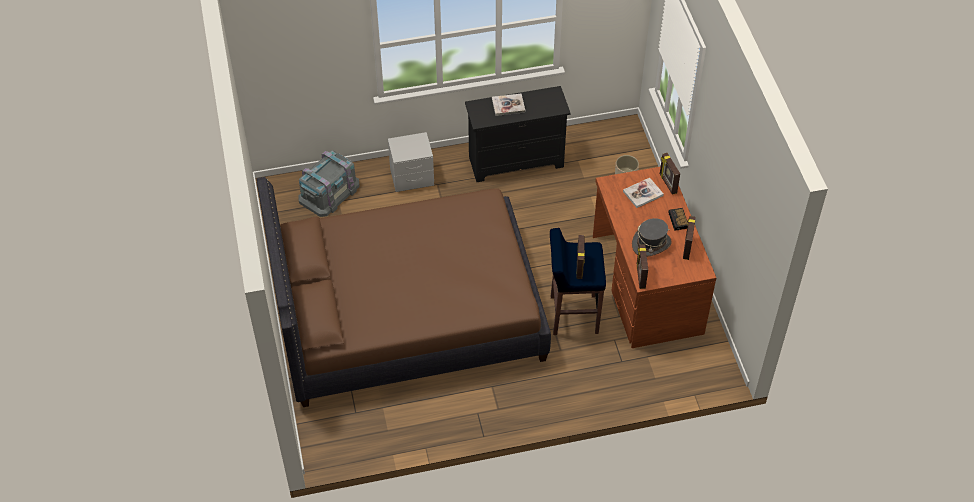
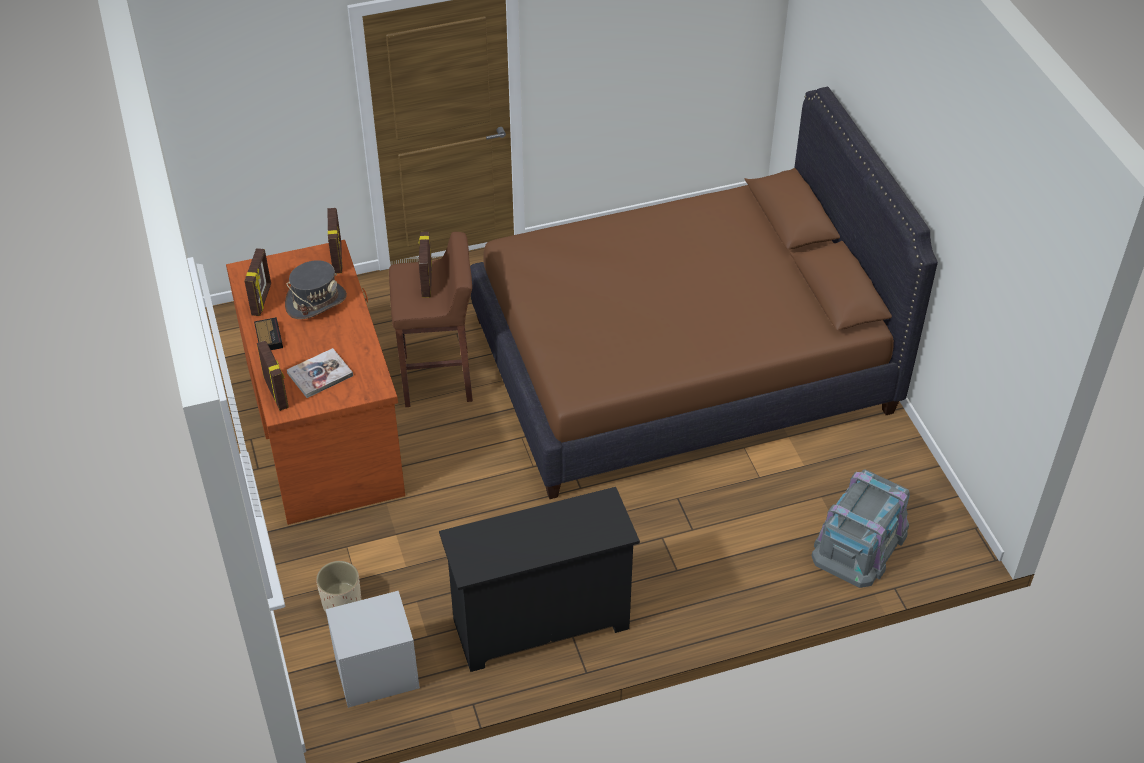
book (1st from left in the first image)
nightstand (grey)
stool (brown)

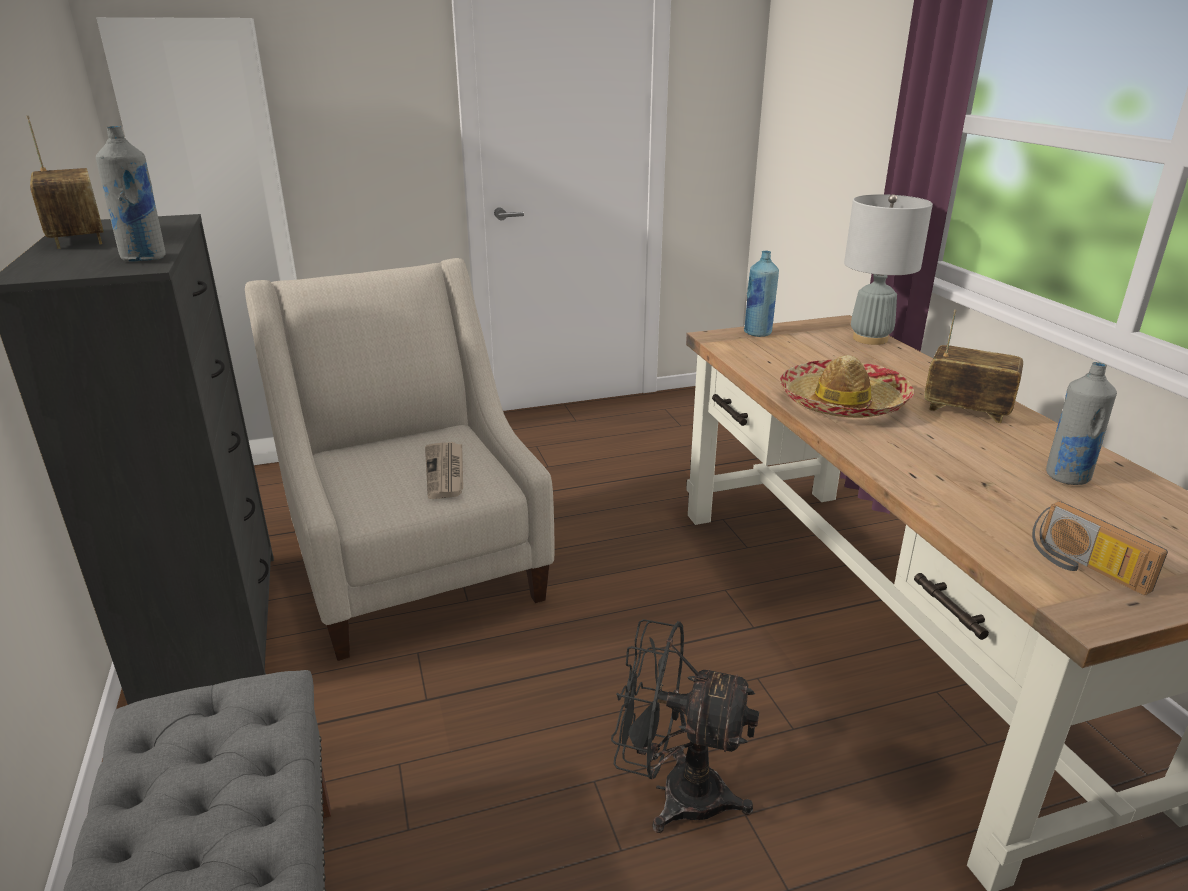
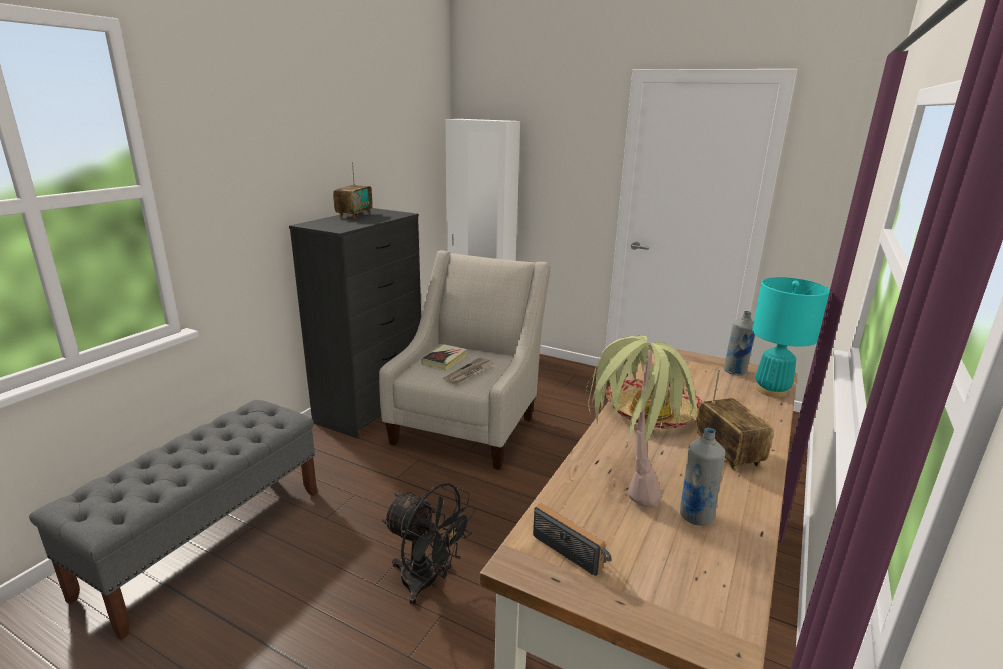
bottle (grey) (2nd from left)
table lamp (turquoise)
bottle (blue)
radio (2nd from left)
fan (black)
potted plant
book

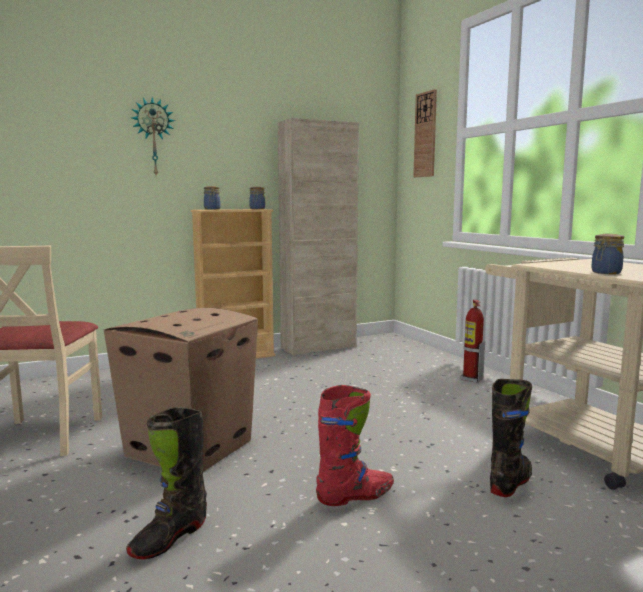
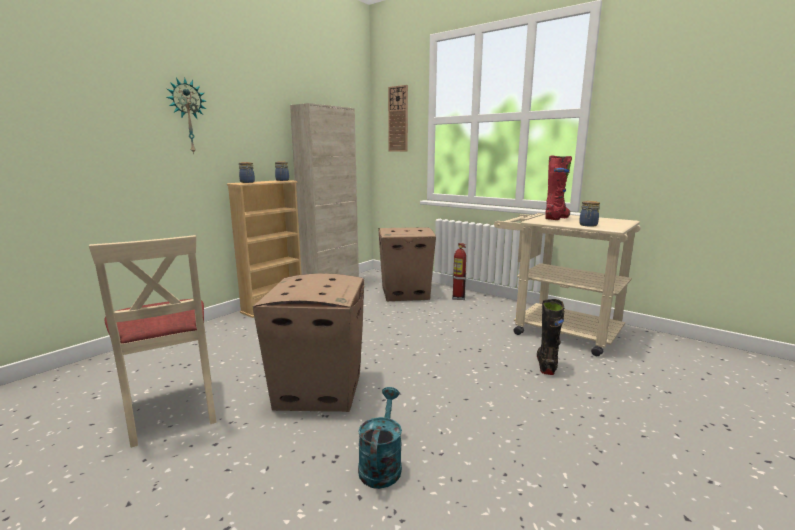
boot (red)
watering can (turquoise)
cardboard box (2nd from left)

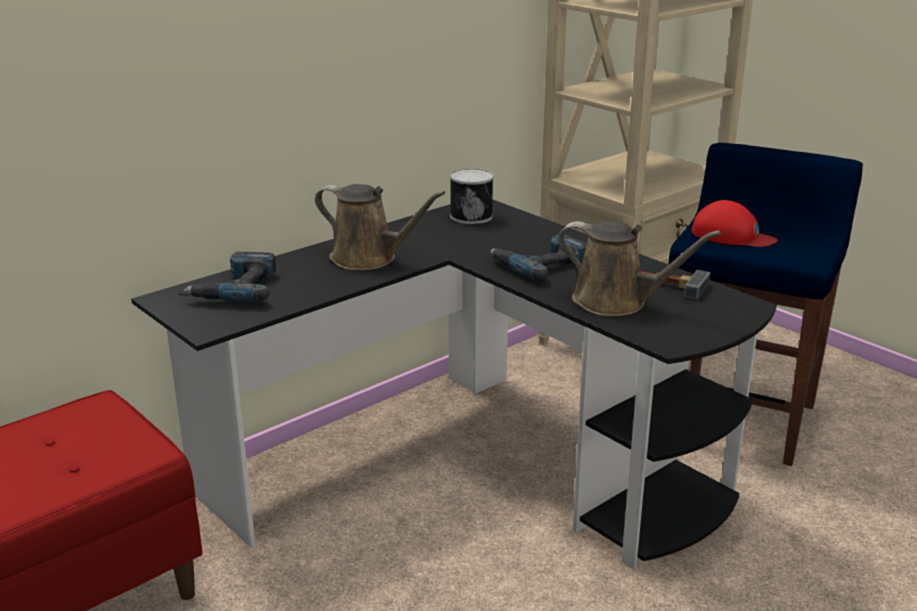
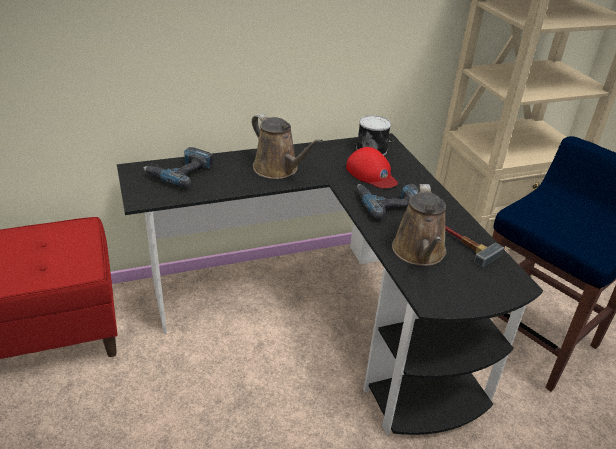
cap (red)
watering can (brown) (2nd from left)

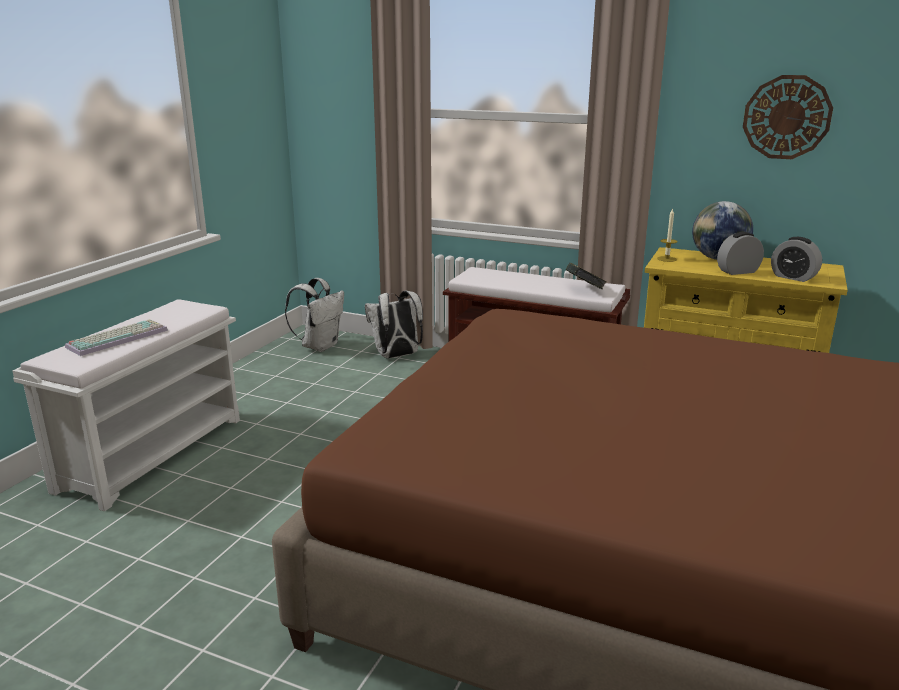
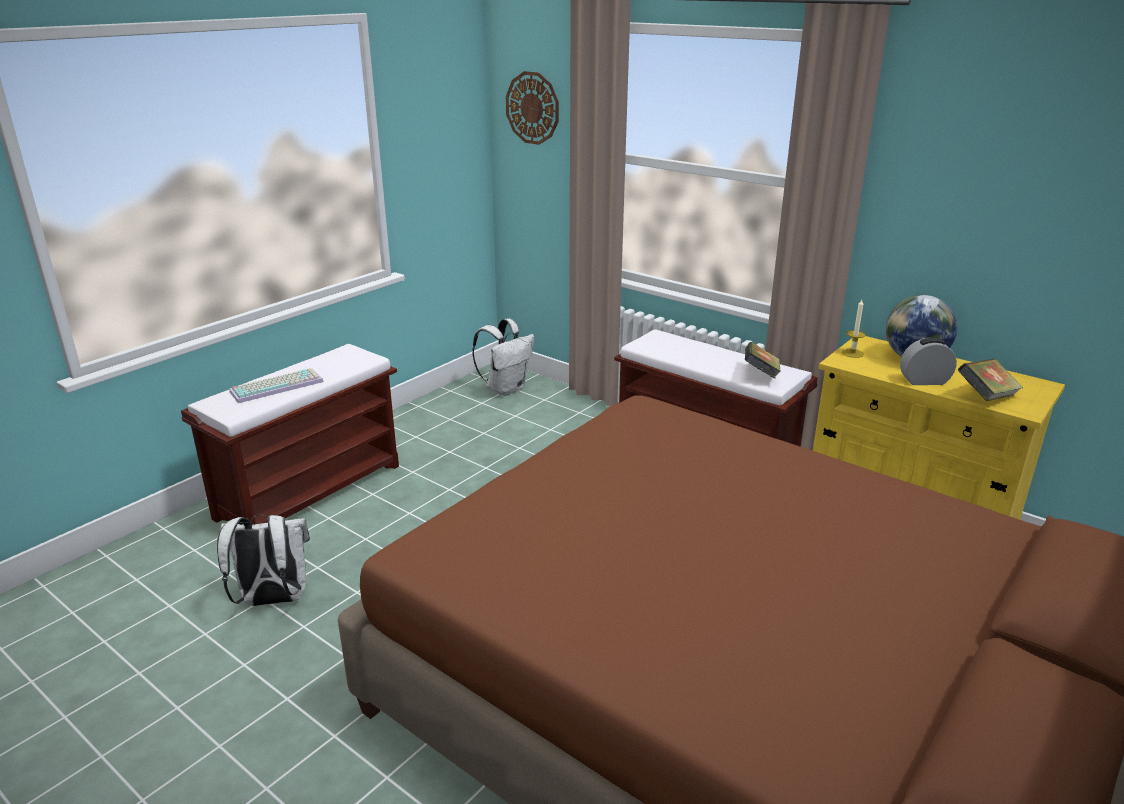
wall clock
book (2nd from left)
backpack (white) (1st from left)
bench (brown) (1st from left)

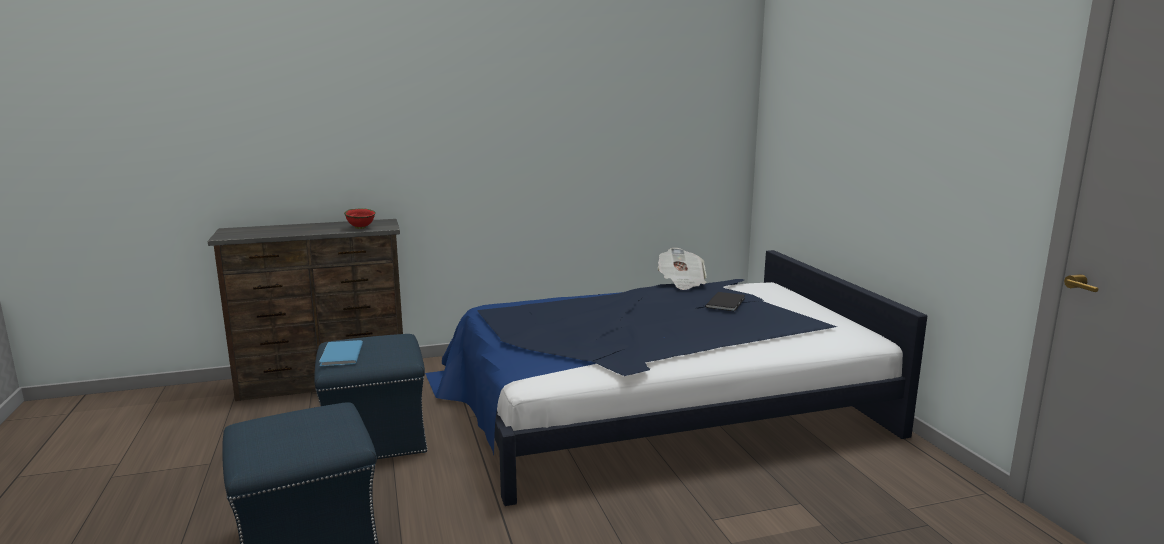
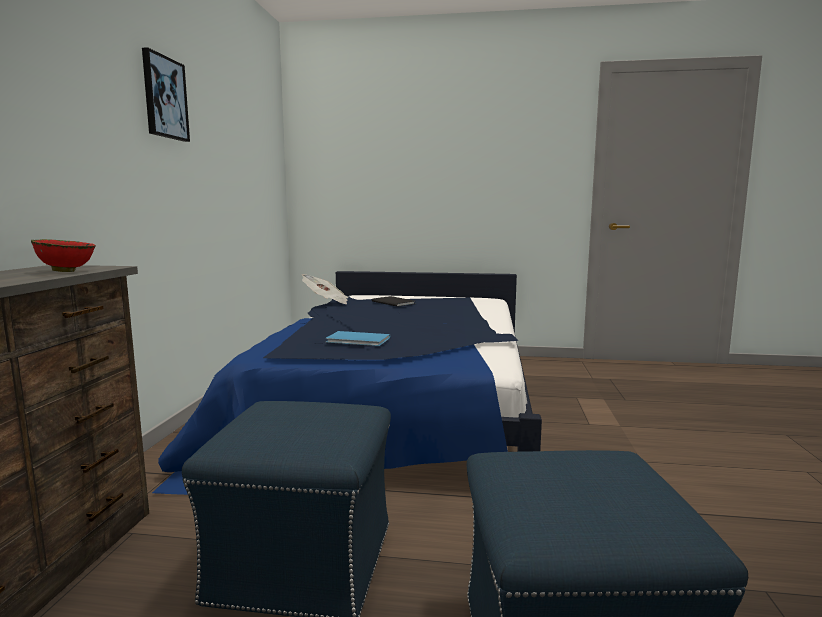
book (blue)
picture

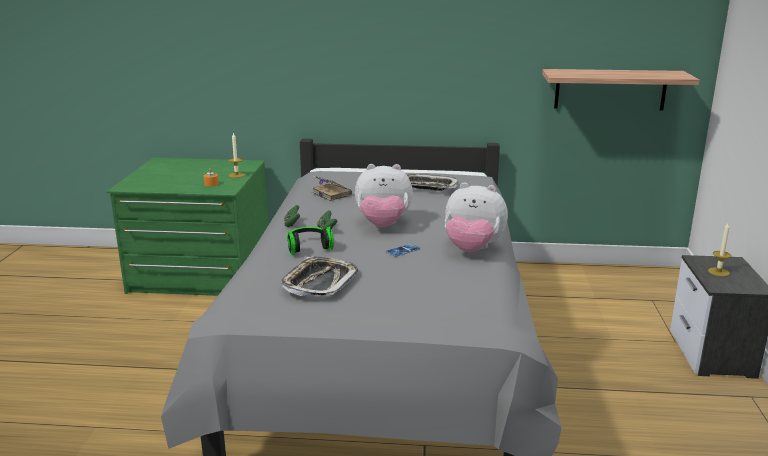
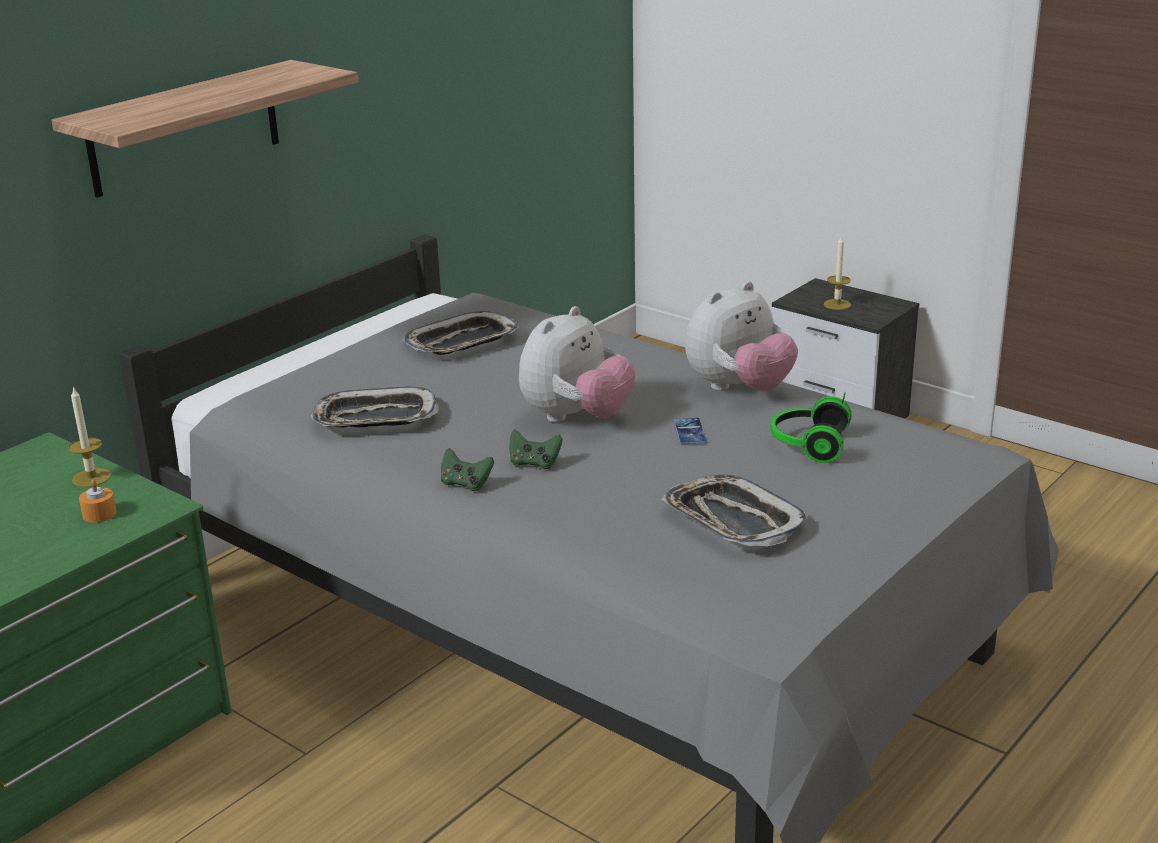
shelf
tray (1st from left)
headphones

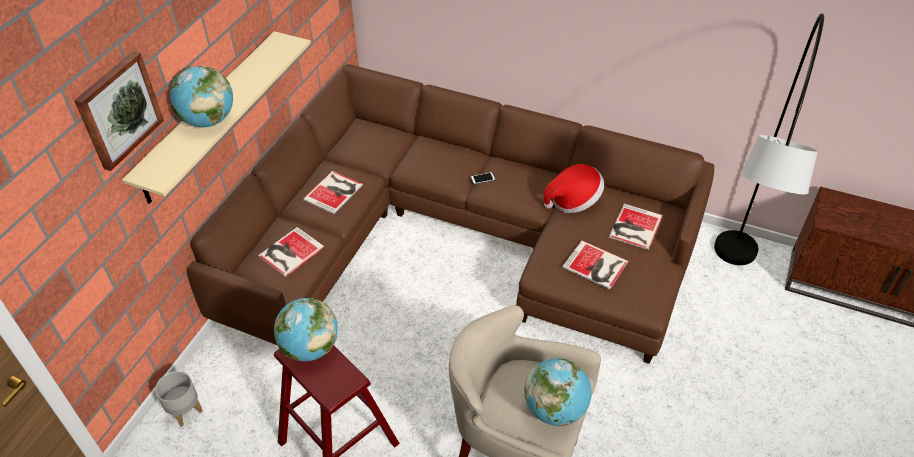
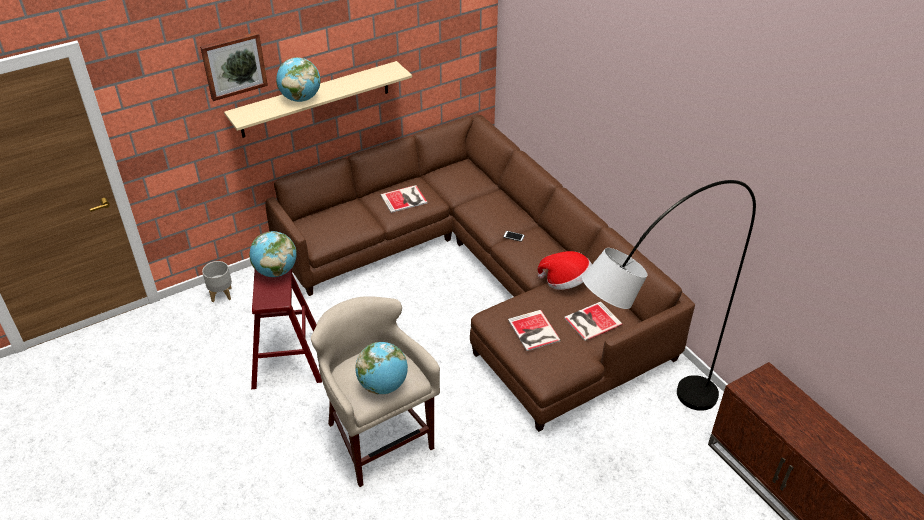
book (1st from left in the first image)

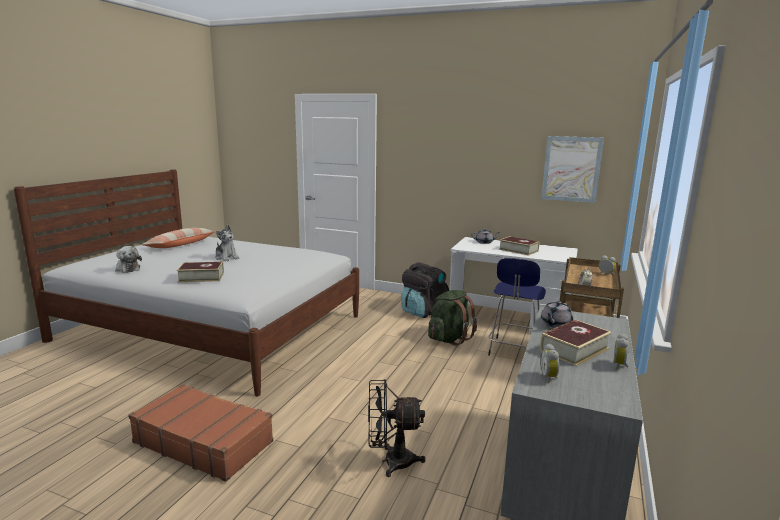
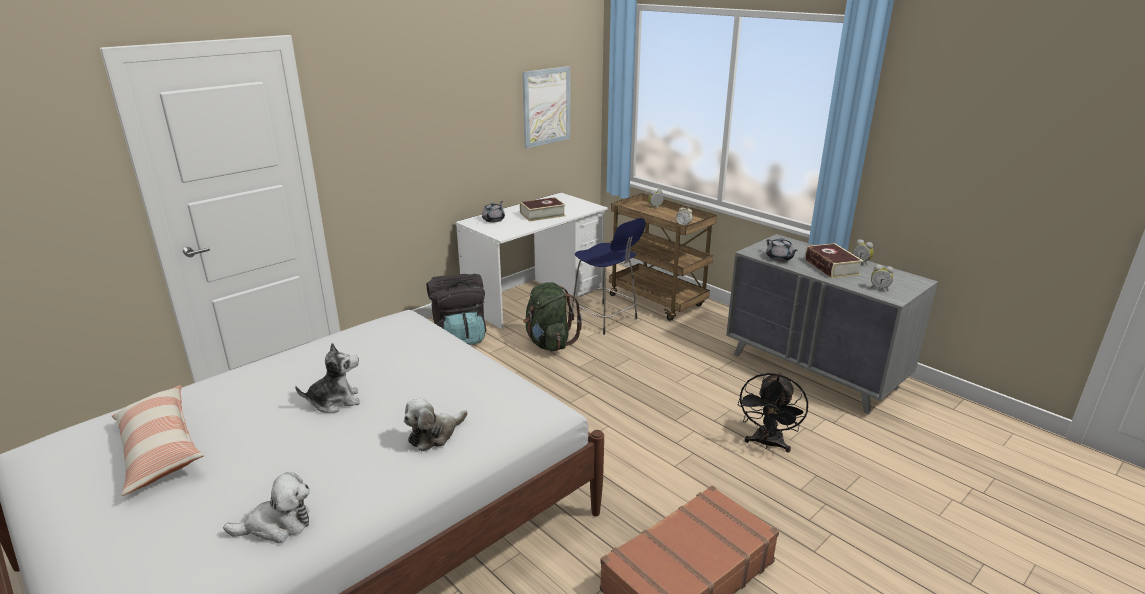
plush toy (3rd from left)

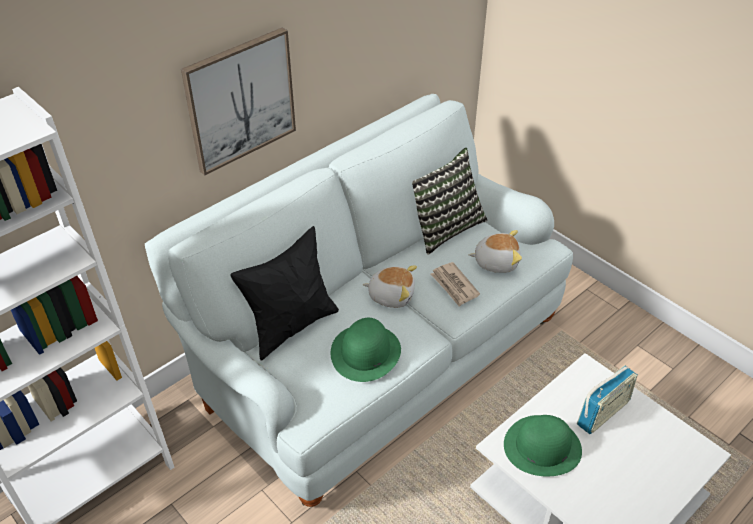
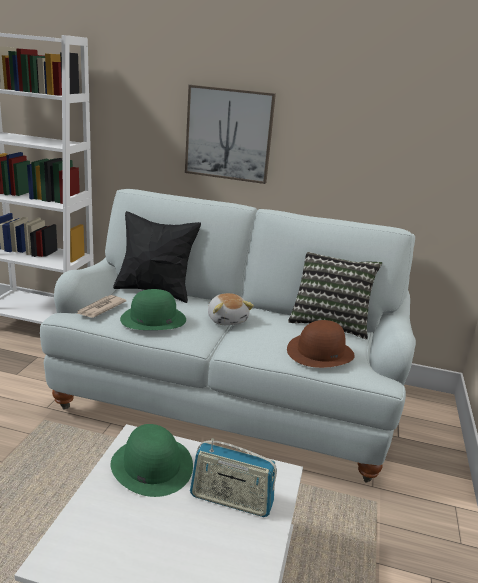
hat (brown)
newspaper

